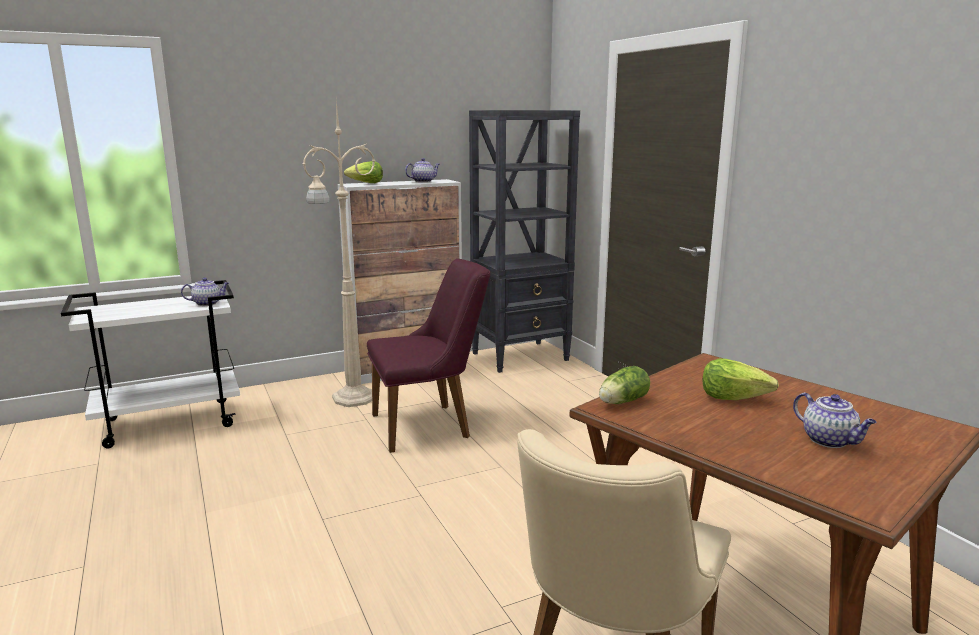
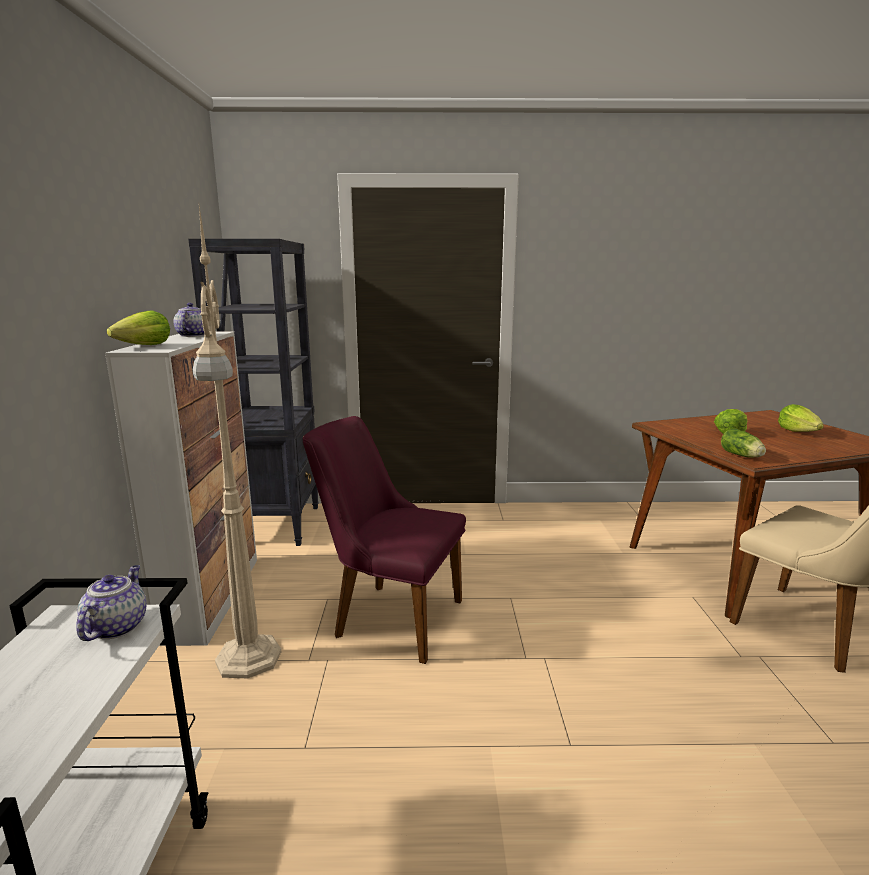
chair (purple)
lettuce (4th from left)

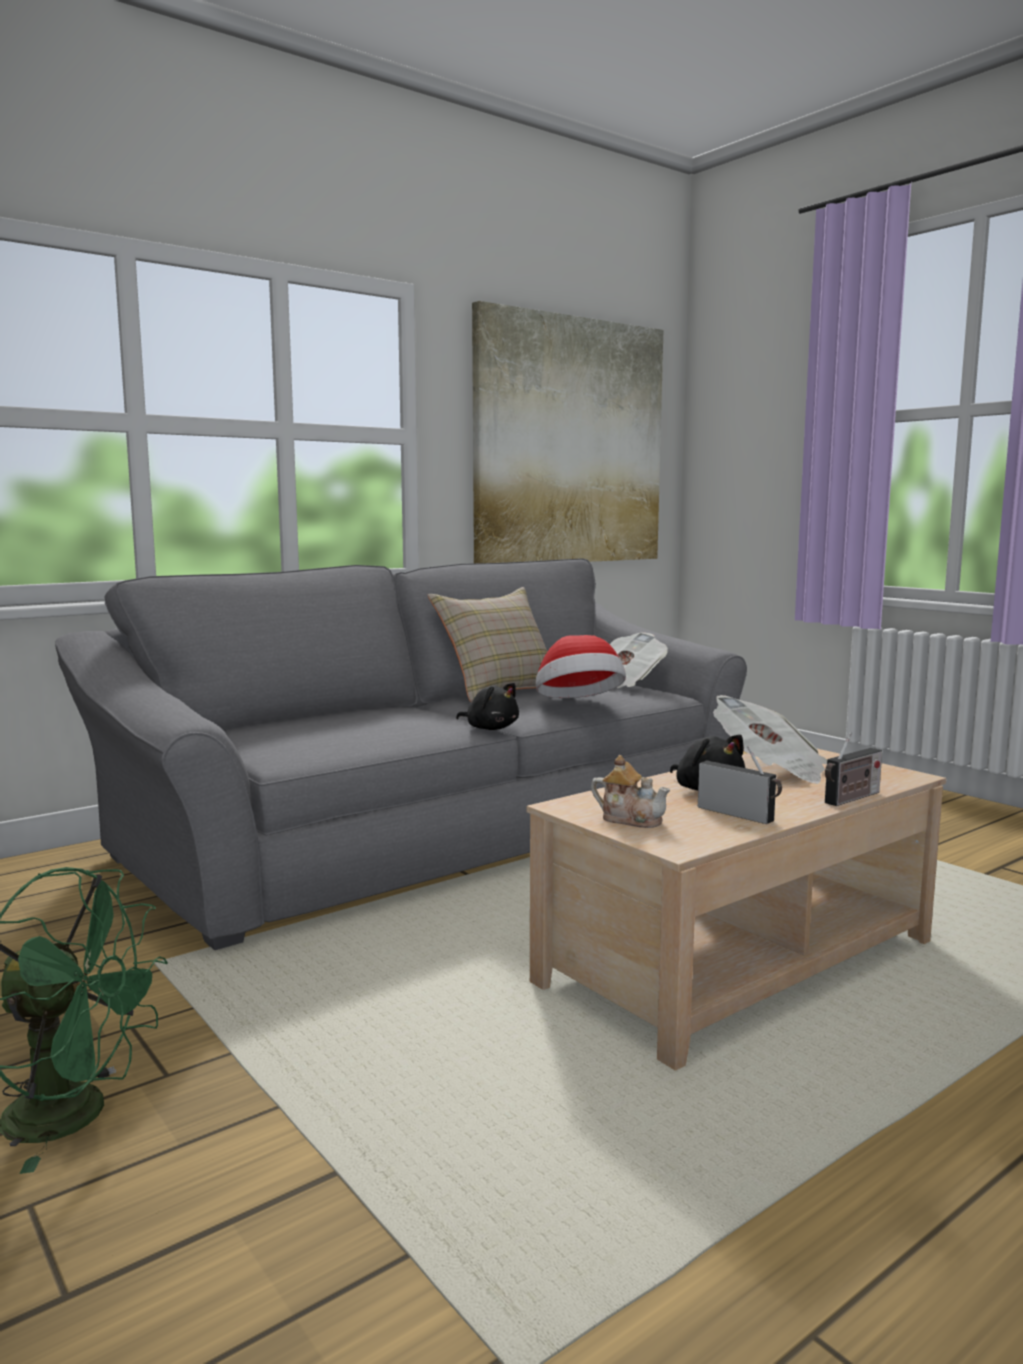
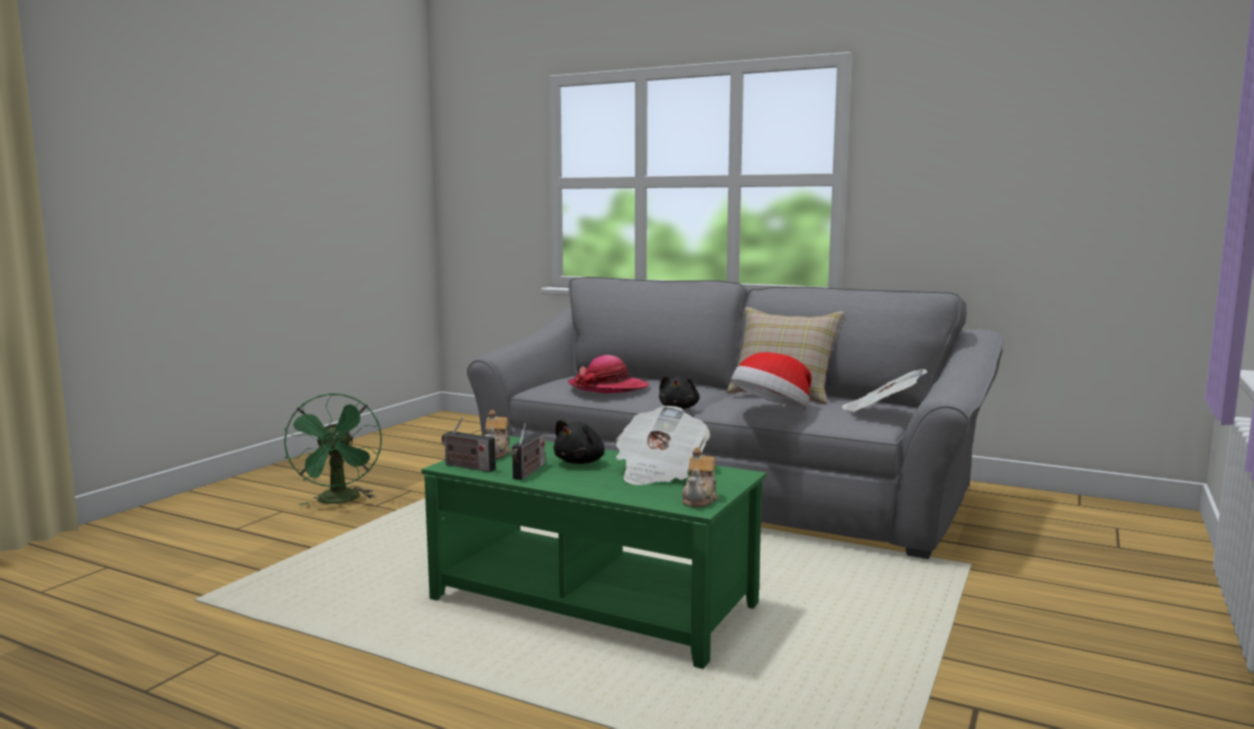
picture
radio (1st from left)
coffee table (green)
hat (1st from left)
teapot (2nd from left)

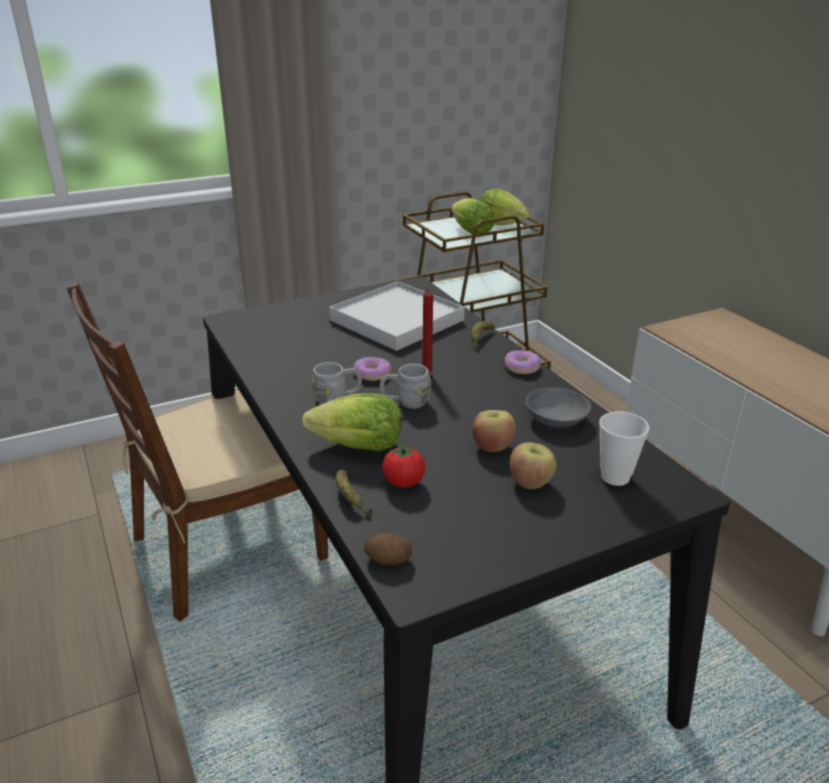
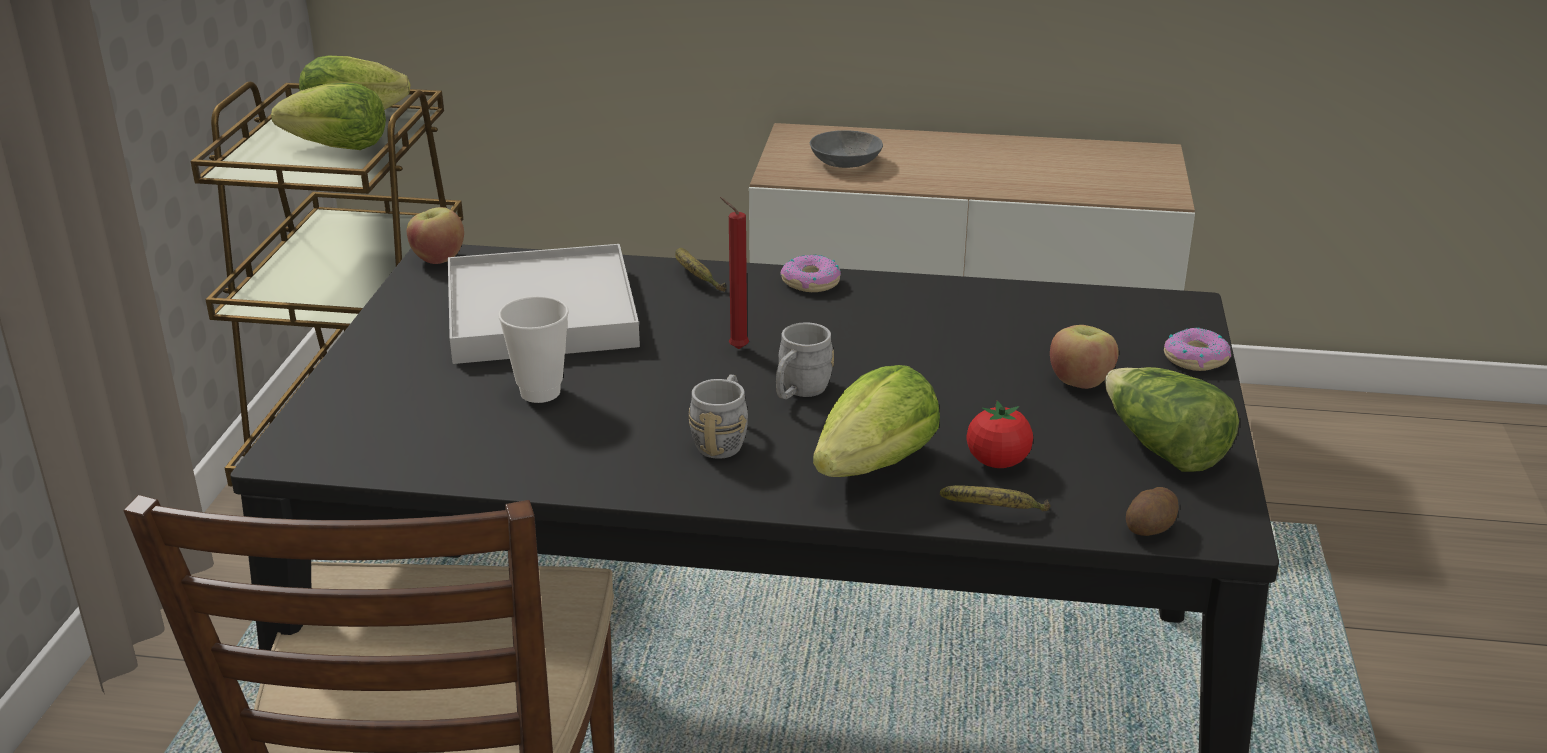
donut (2nd from left)
bowl (grey)
apple (1st from left)
cup
lettuce (4th from left)

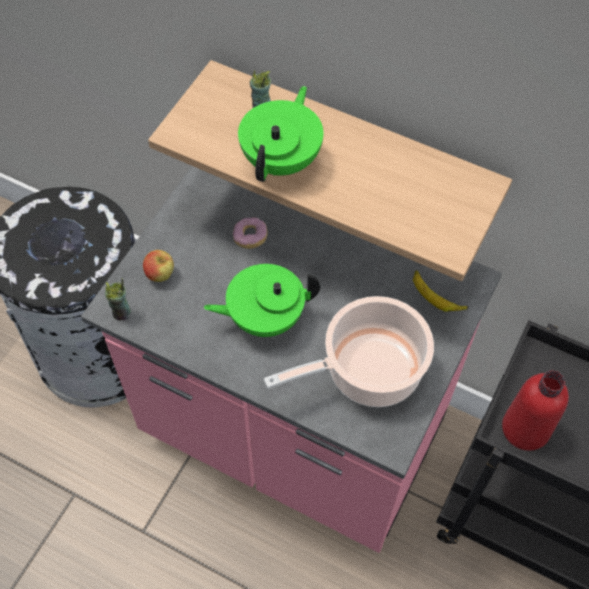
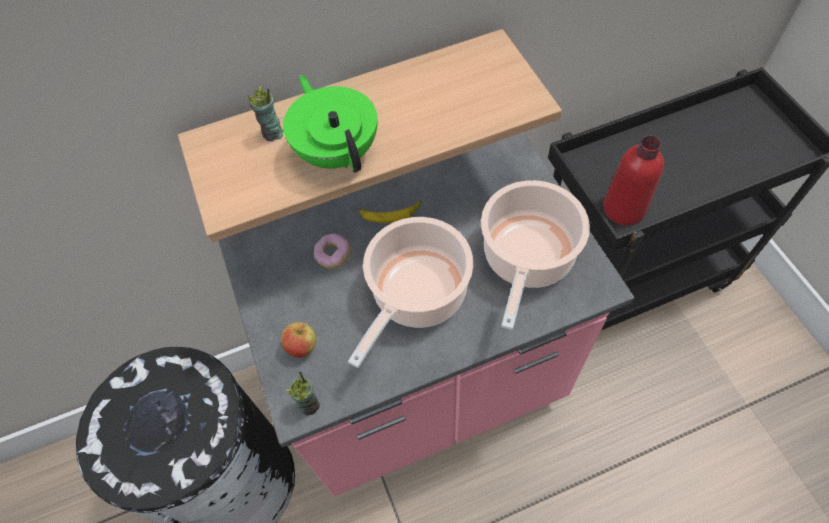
cooking pot (1st from left)
banana

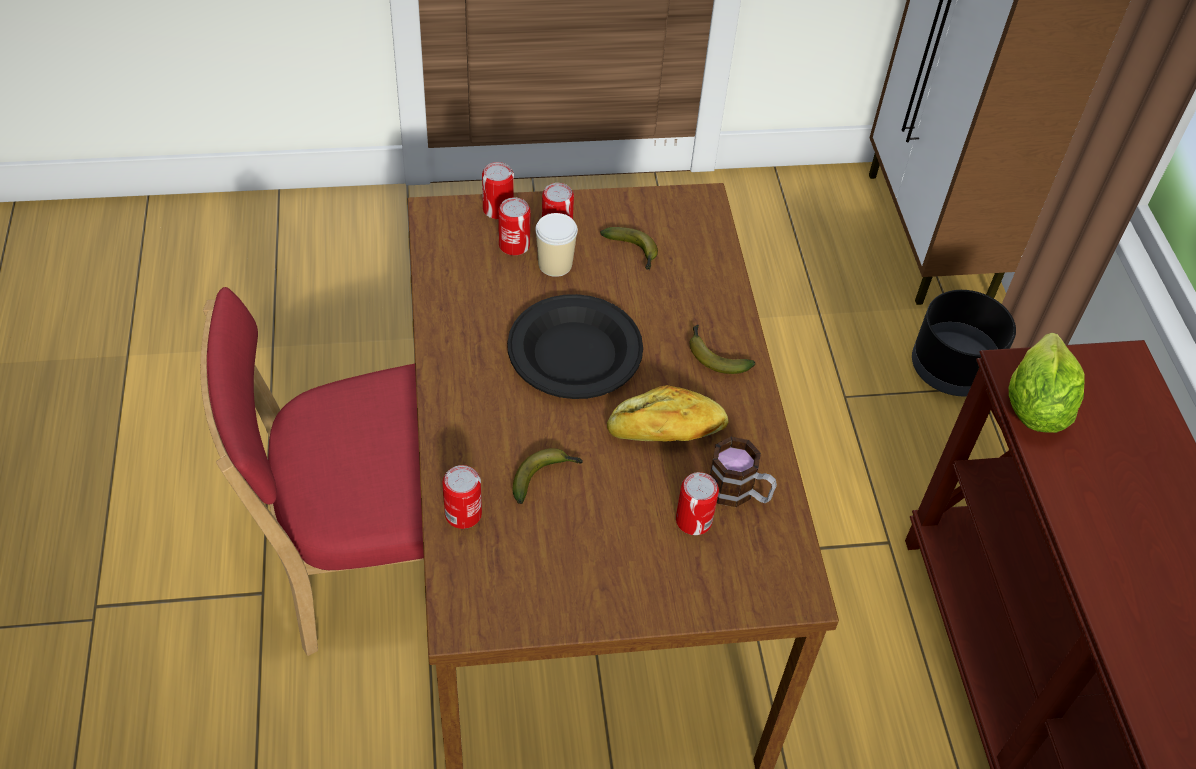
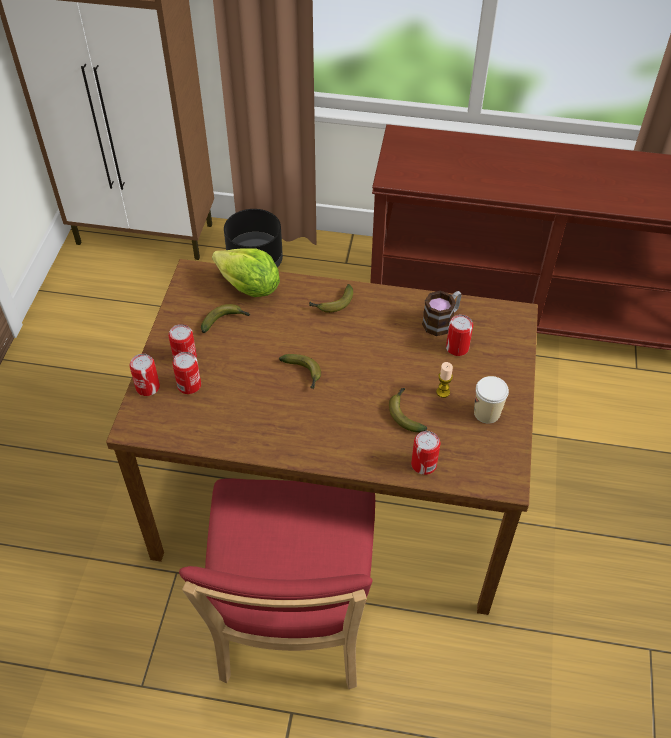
cup
banana (2nd from left)
lettuce
bread
candle

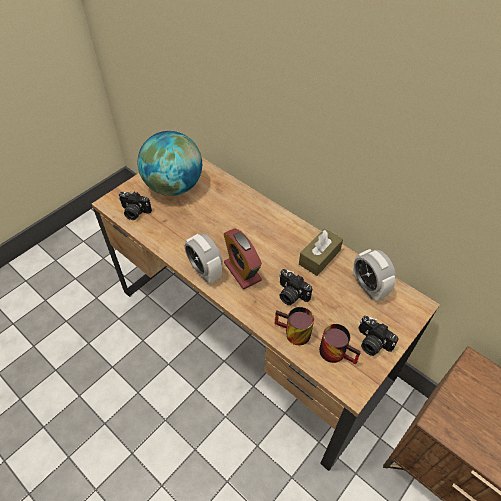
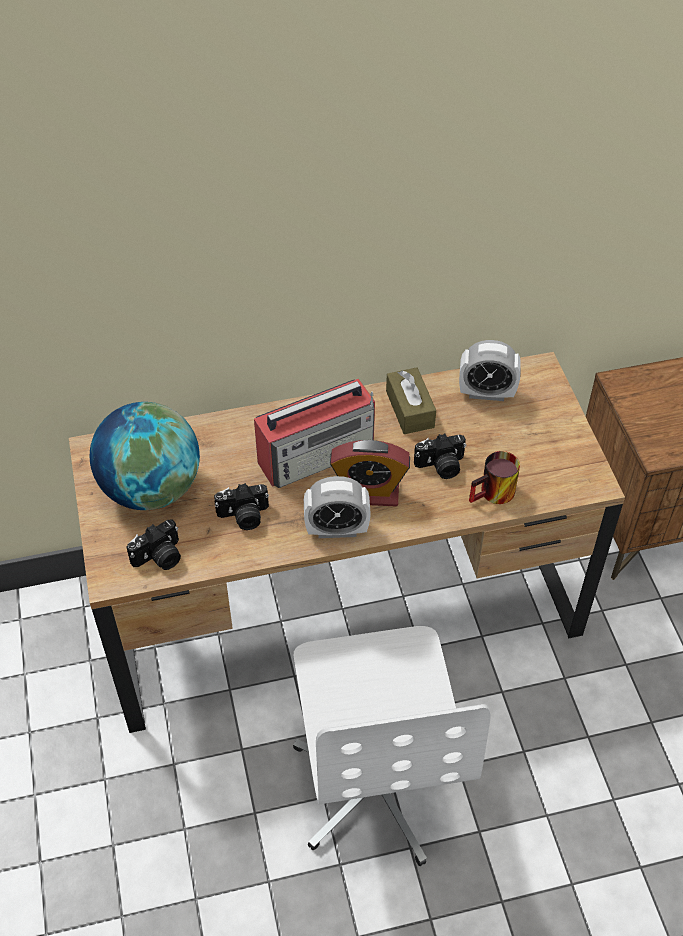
photo camera (2nd from left)
mug (2nd from left in the first image)
radio
office chair (white)

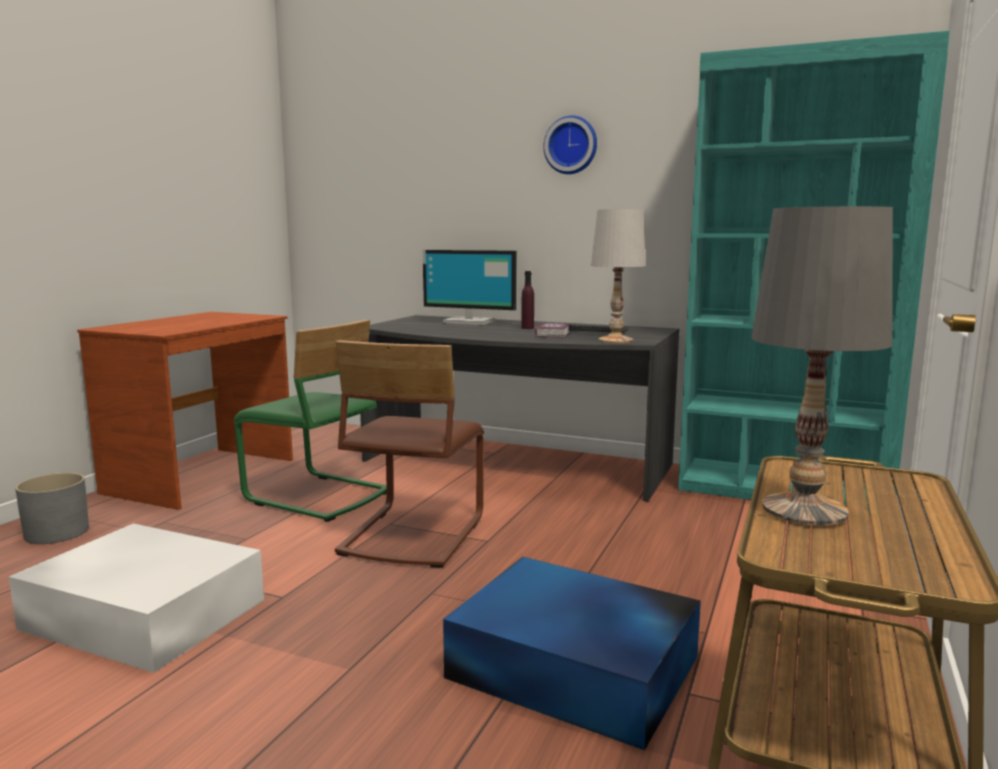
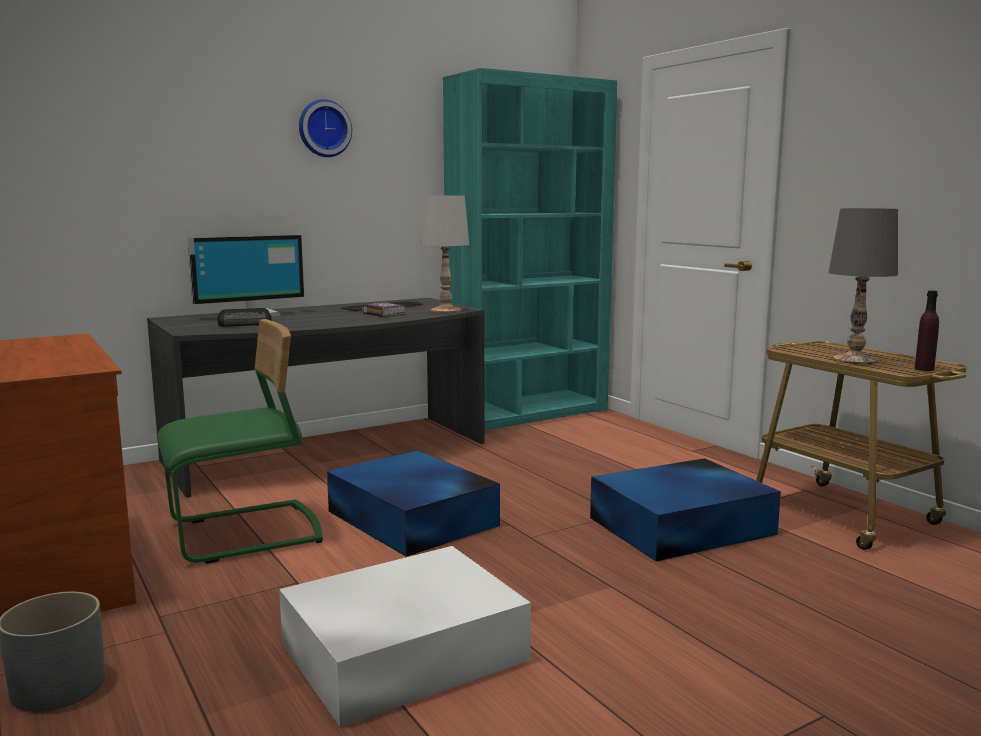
bottle (purple)
storage box (blue) (1st from left)
radio

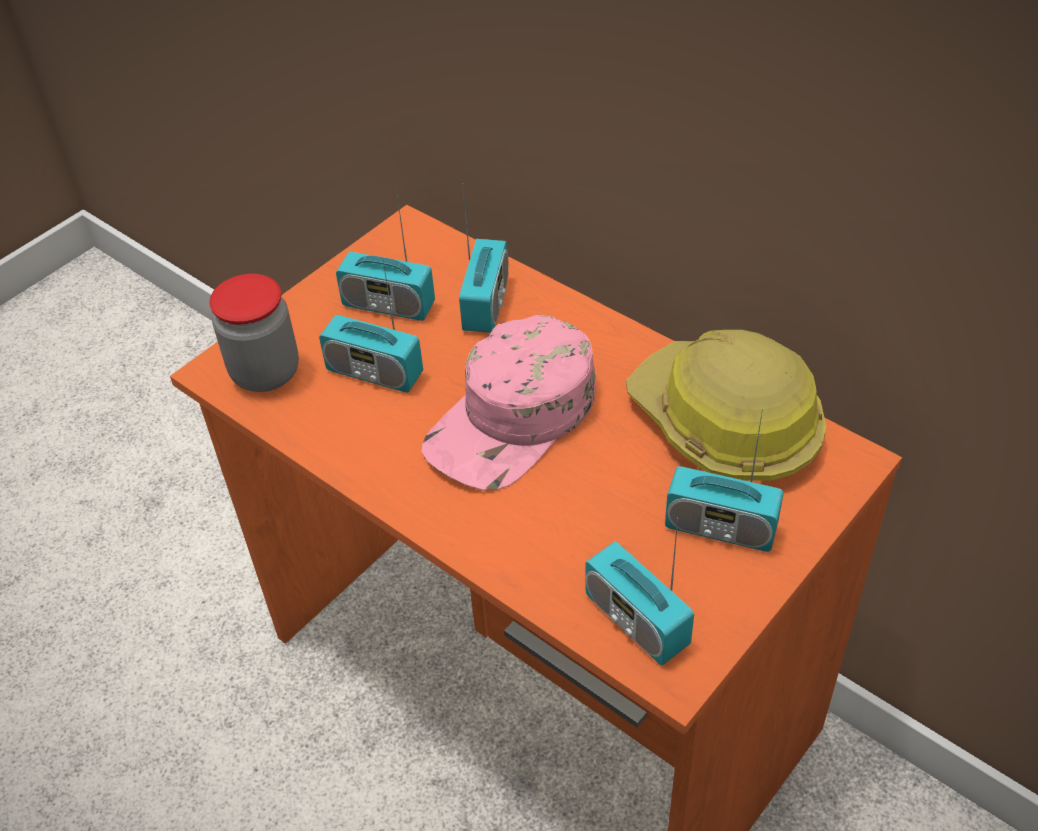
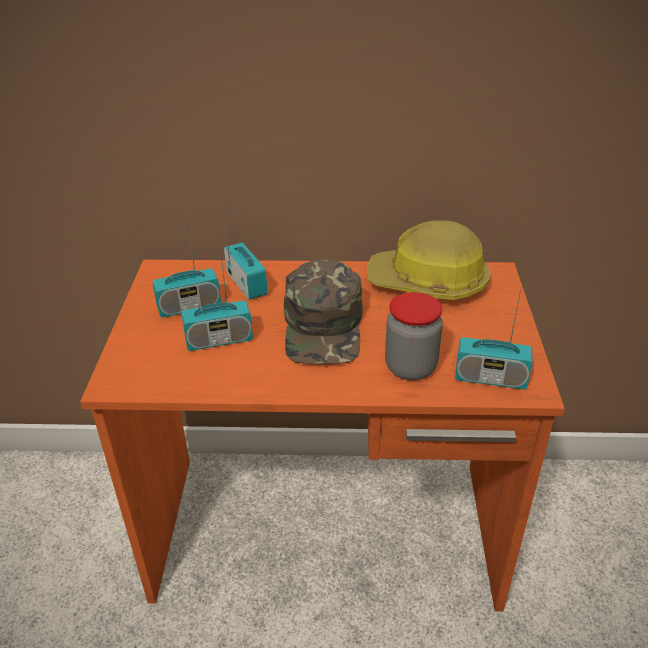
jar
cap (green)
radio (5th from left in the first image)

